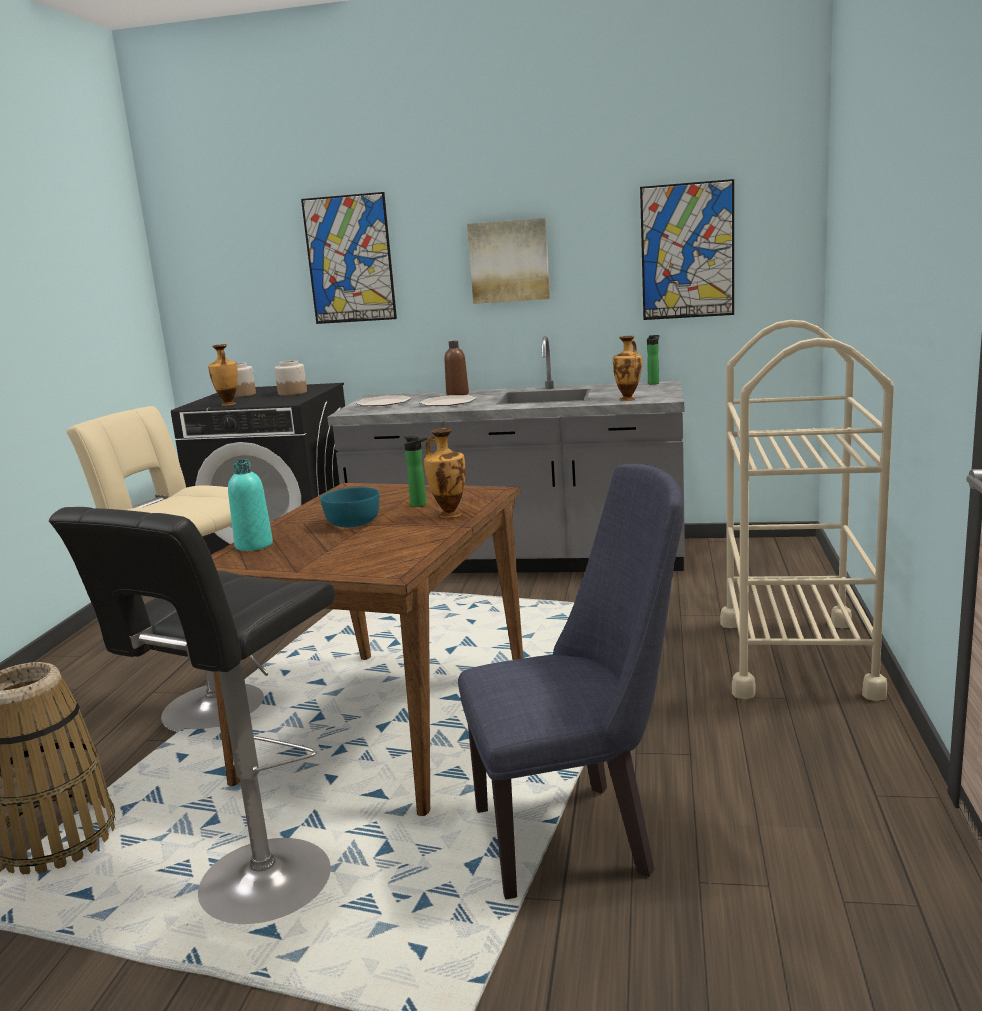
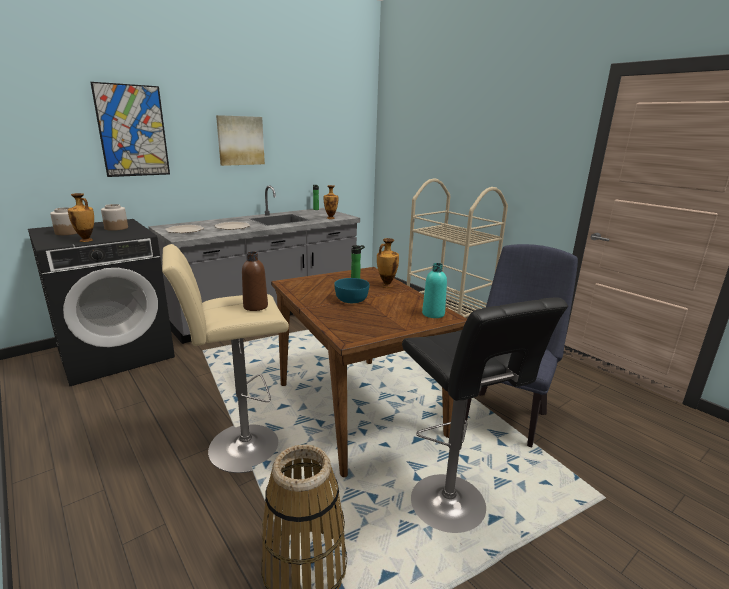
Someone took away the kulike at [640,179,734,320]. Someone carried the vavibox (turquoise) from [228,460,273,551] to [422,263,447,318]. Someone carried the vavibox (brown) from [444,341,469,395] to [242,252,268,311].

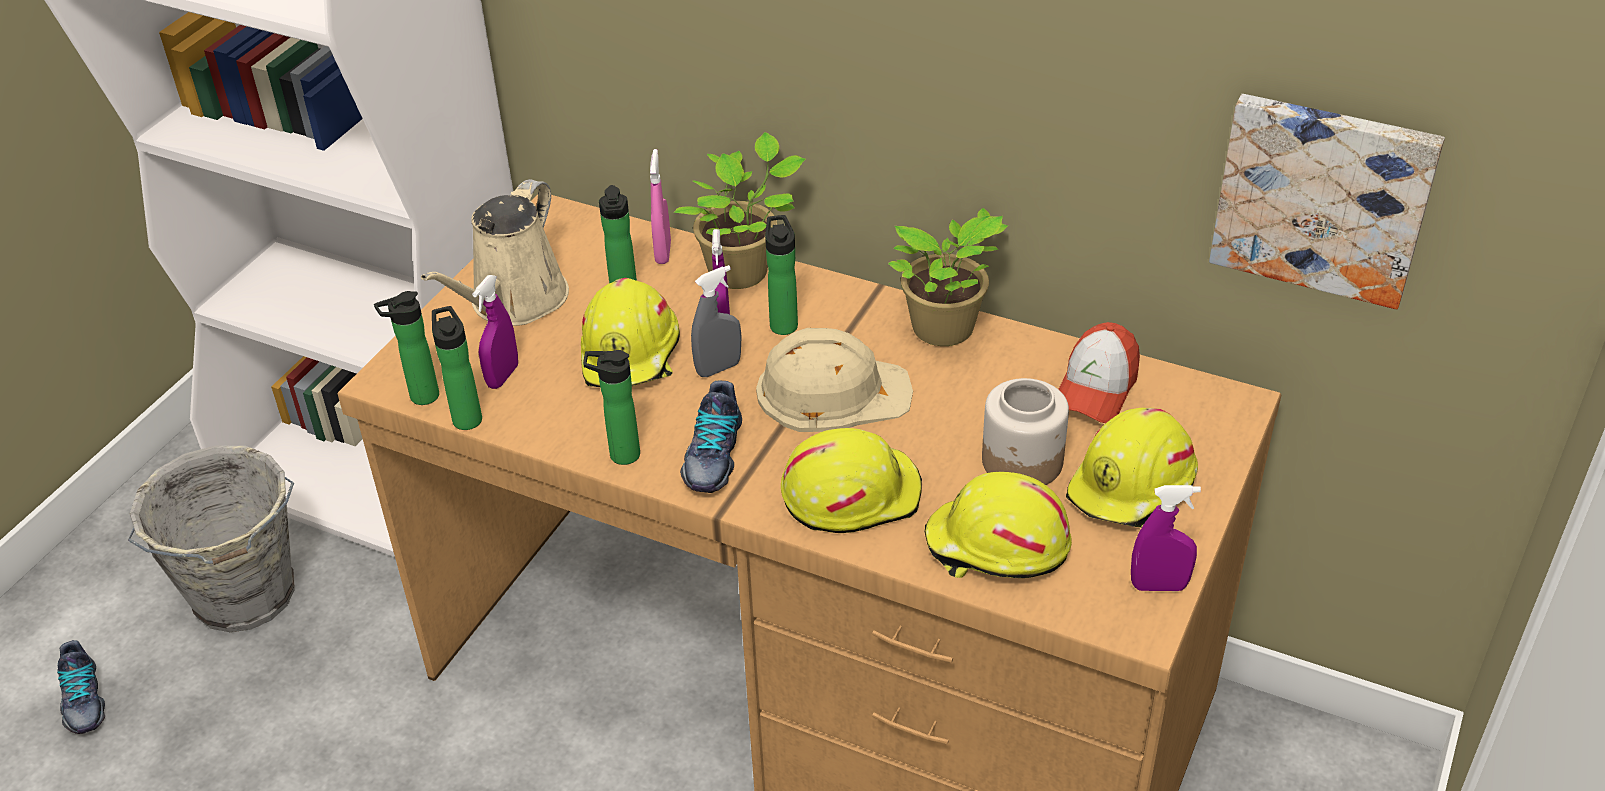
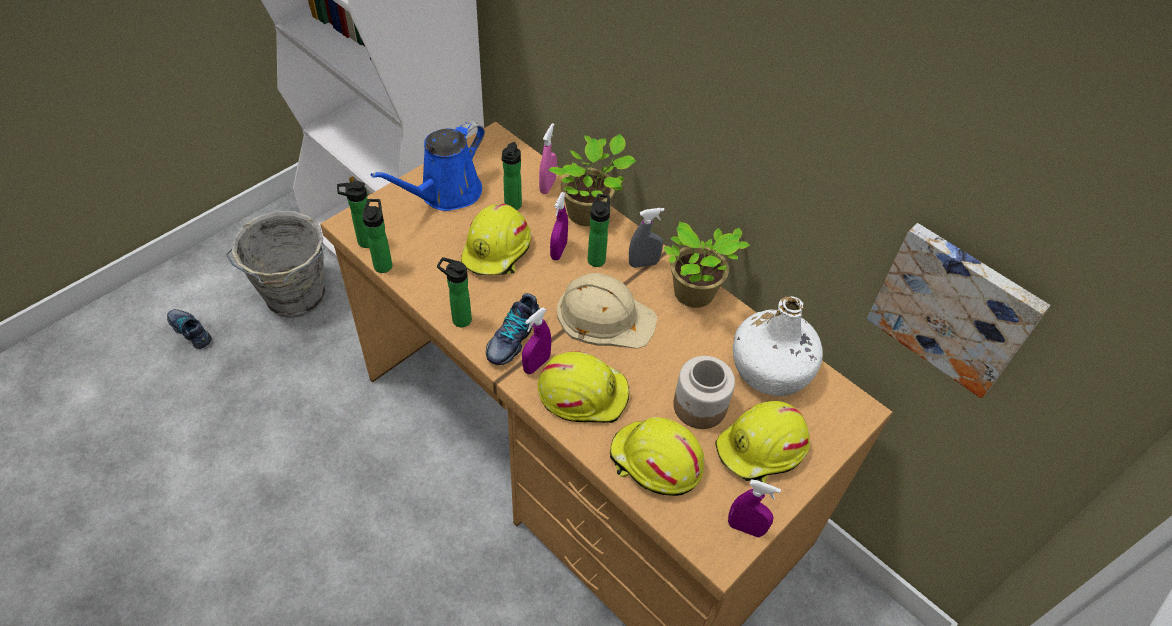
Someone carried the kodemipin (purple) from [472,275,518,389] to [522,308,551,374]. Someone carried the kodemipin (grey) from [691,265,742,377] to [629,208,665,268]. Someone swapped the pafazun at [1058,322,1140,423] for the vavibox (white) at [733,296,823,396]. Someone repainted the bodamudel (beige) at [421,179,569,326], which became the bodamudel (blue) at [370,121,485,211]. Someone rotated the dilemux at [57,640,105,734] by 135 degrees clockwise.

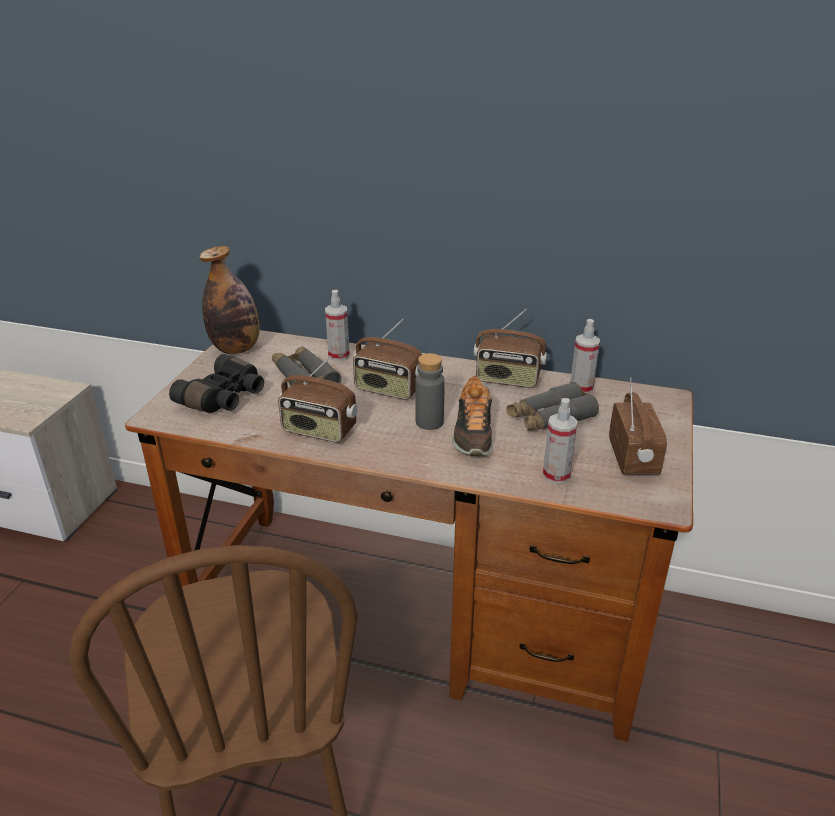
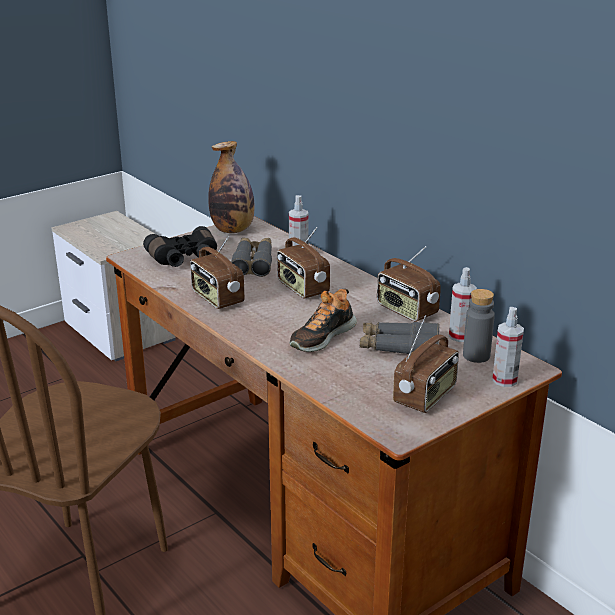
Someone carried the vavibox (grey) from [415,353,445,430] to [463,289,495,363]. Someone carried the kodemipin from [543,398,578,484] to [492,307,524,387].

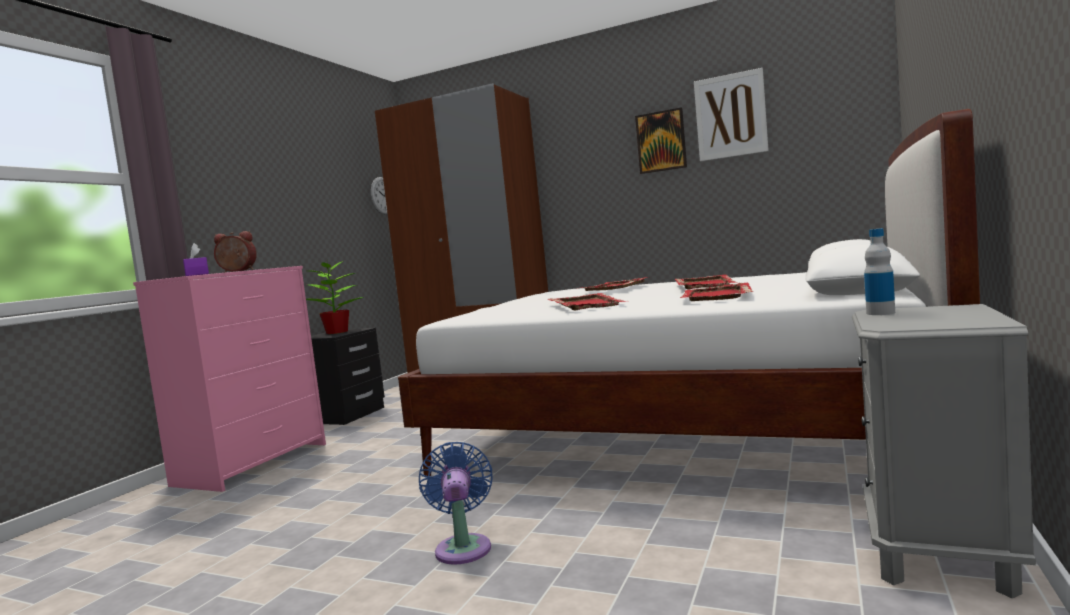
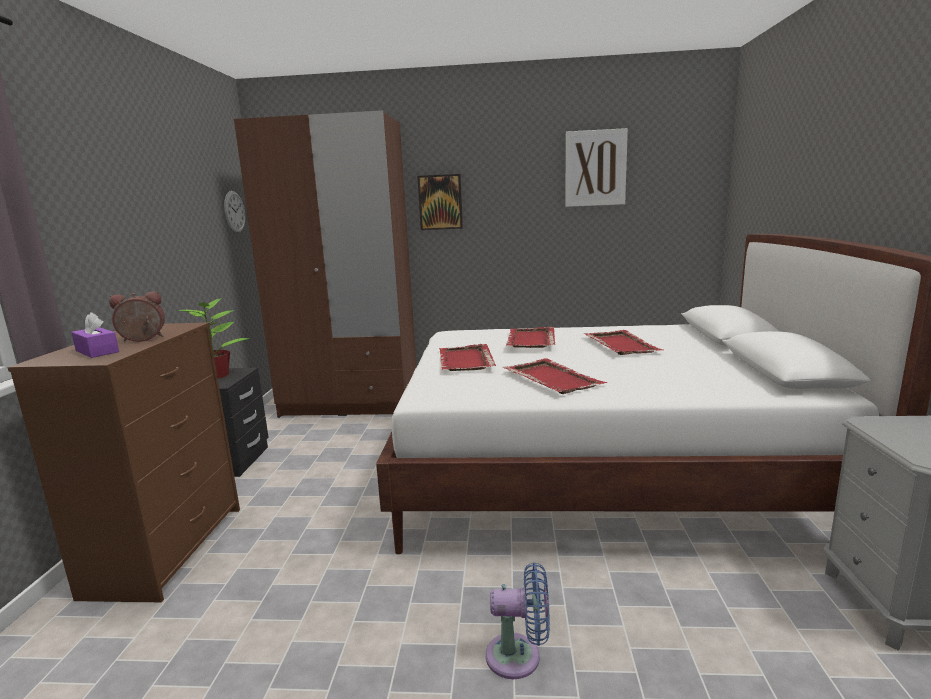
Someone took away the vavibox at [864,228,895,315]. Someone carried the kulike from [635,107,687,174] to [417,174,463,230]. Someone carried the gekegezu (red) from [680,283,753,301] to [439,344,496,371]. Someone repainted the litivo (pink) at [133,266,326,492], which became the litivo (brown) at [7,322,240,602]. Someone rotated the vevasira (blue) at [419,442,493,565] by 120 degrees clockwise.

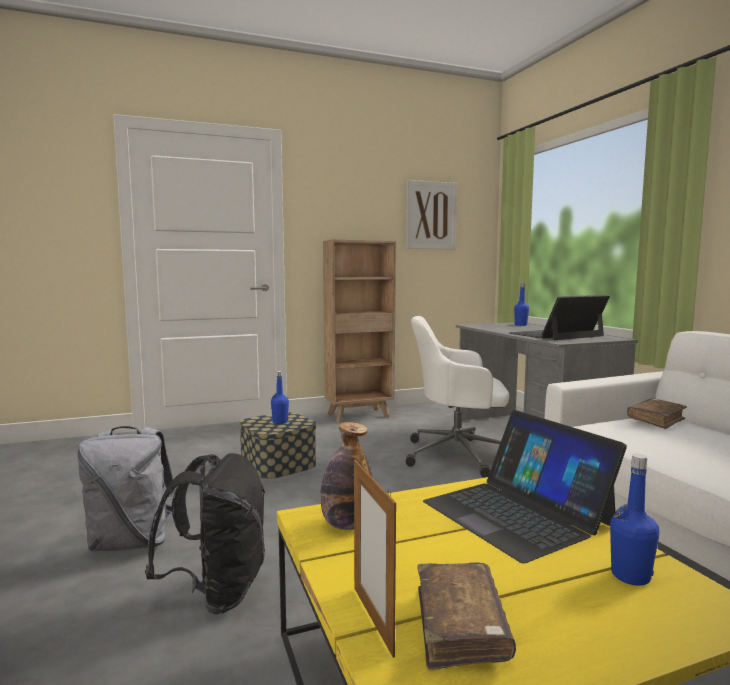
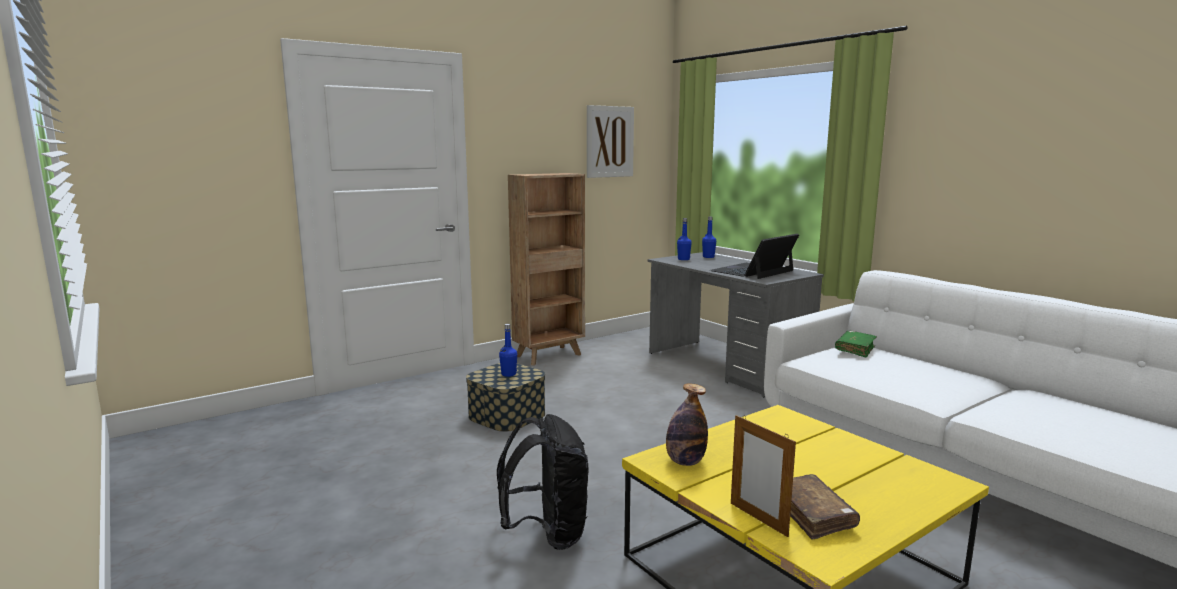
Someone took away the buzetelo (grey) at [77,426,176,551]. Someone took away the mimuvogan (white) at [406,316,509,478]. Someone took away the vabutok at [423,410,627,563]. Someone carried the vavibox (blue) from [610,454,659,586] to [677,218,692,260]. Someone repainted the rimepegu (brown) at [627,398,687,429], which became the rimepegu (green) at [835,331,877,358].

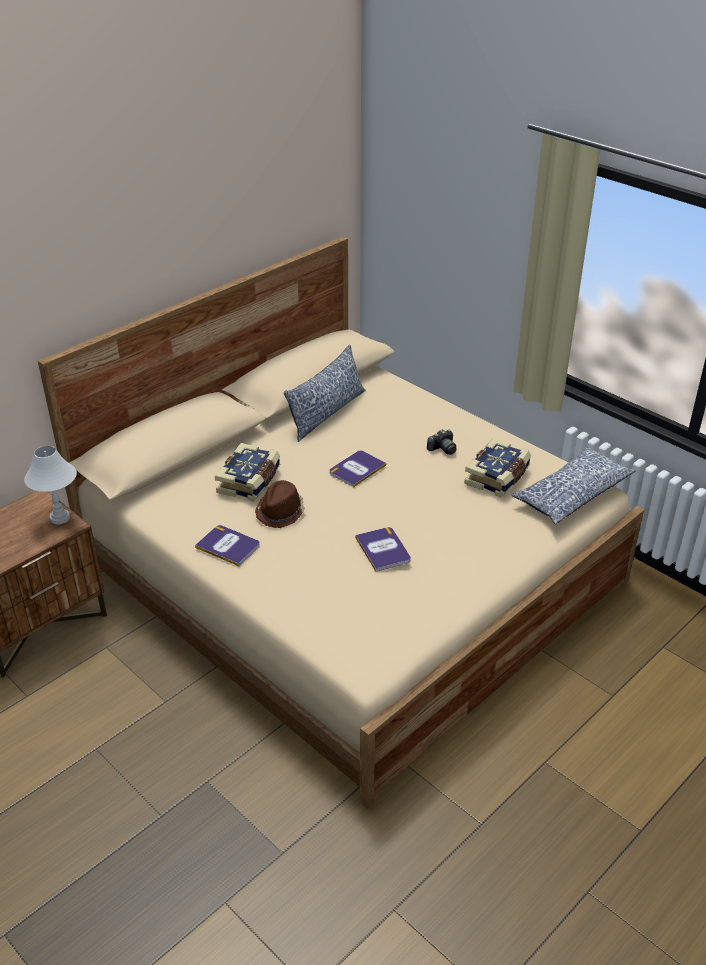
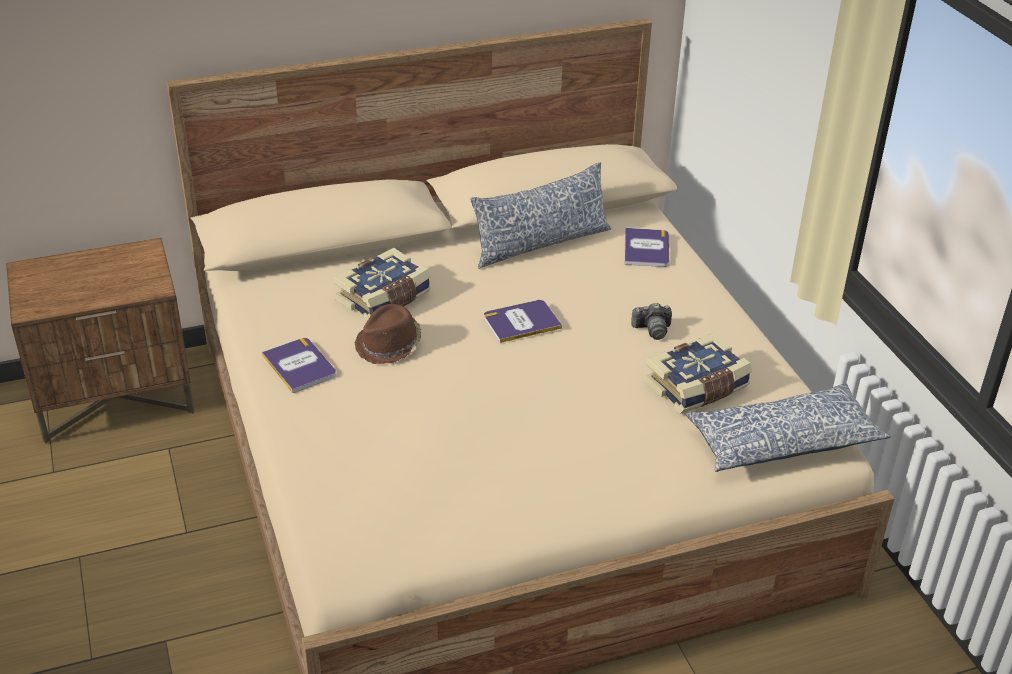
Someone took away the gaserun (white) at [24,445,77,524]. Someone carried the rimepegu from [355,527,411,572] to [624,228,669,267].

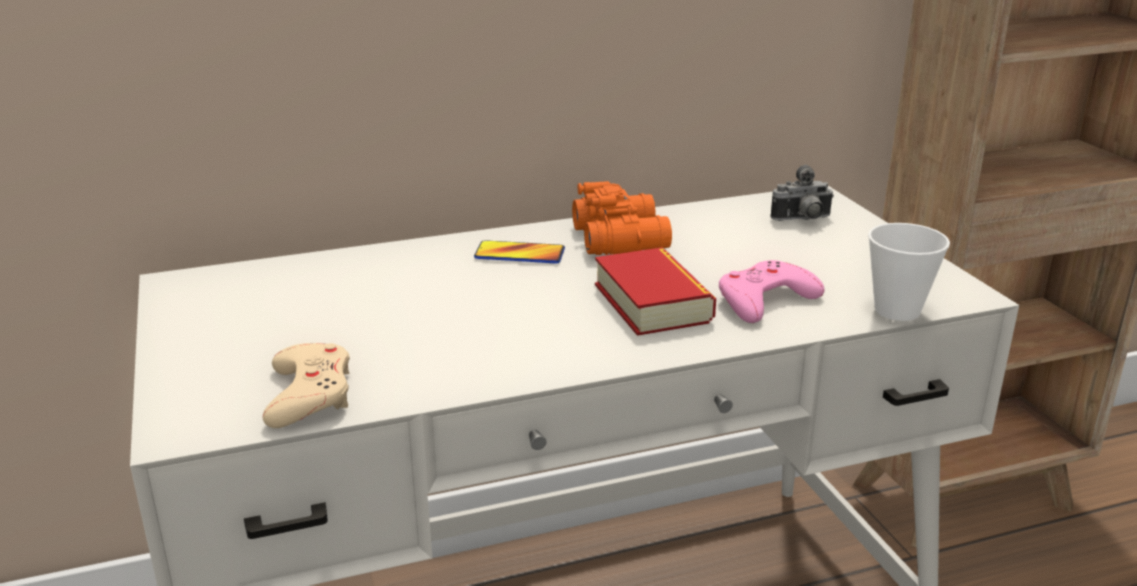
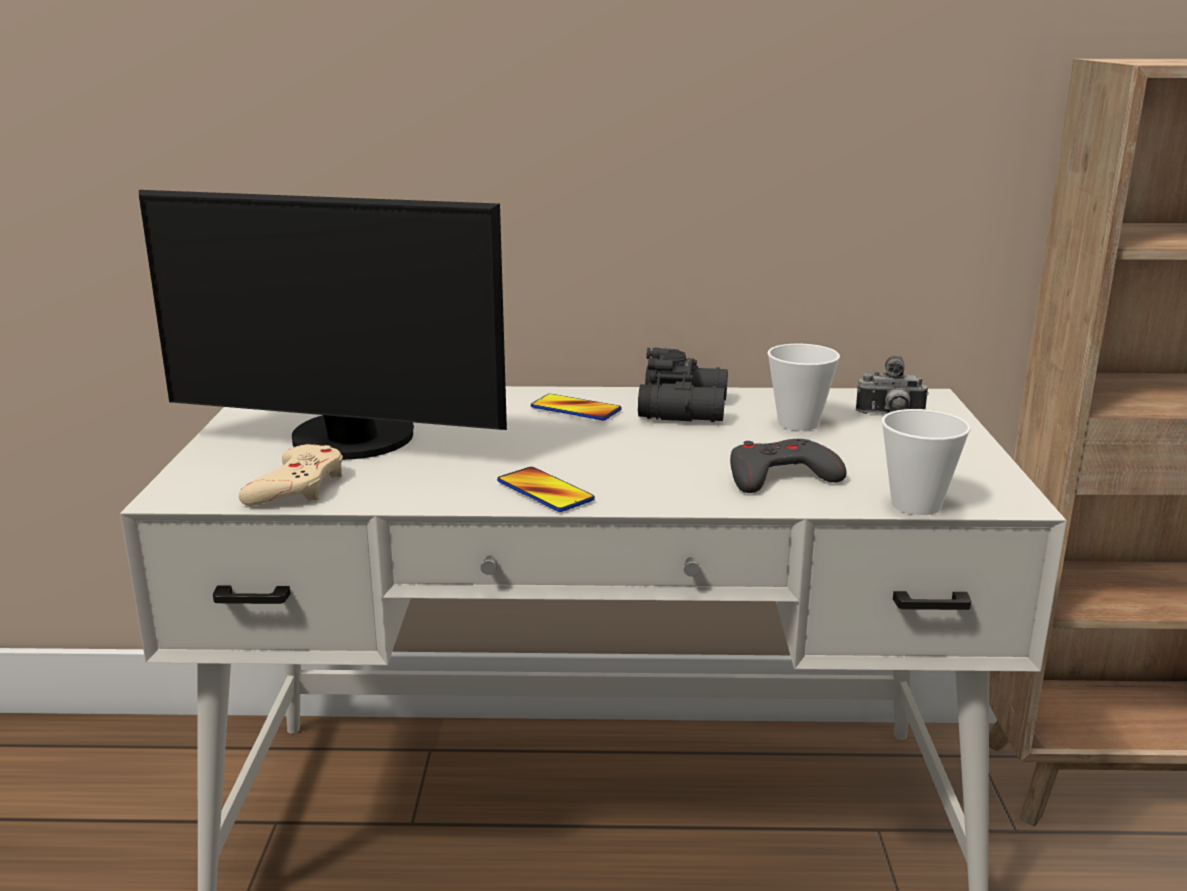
Someone took away the rimepegu at [595,247,716,336]. Someone put down the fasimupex at [139,190,507,460]. Someone put down the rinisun at [497,467,595,512]. Someone put down the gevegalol at [767,344,840,431]. Someone repainted the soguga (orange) at [572,181,672,255], which became the soguga (black) at [638,347,728,422]. Someone repainted the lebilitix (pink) at [719,260,825,323], which became the lebilitix (grey) at [730,439,846,493].

